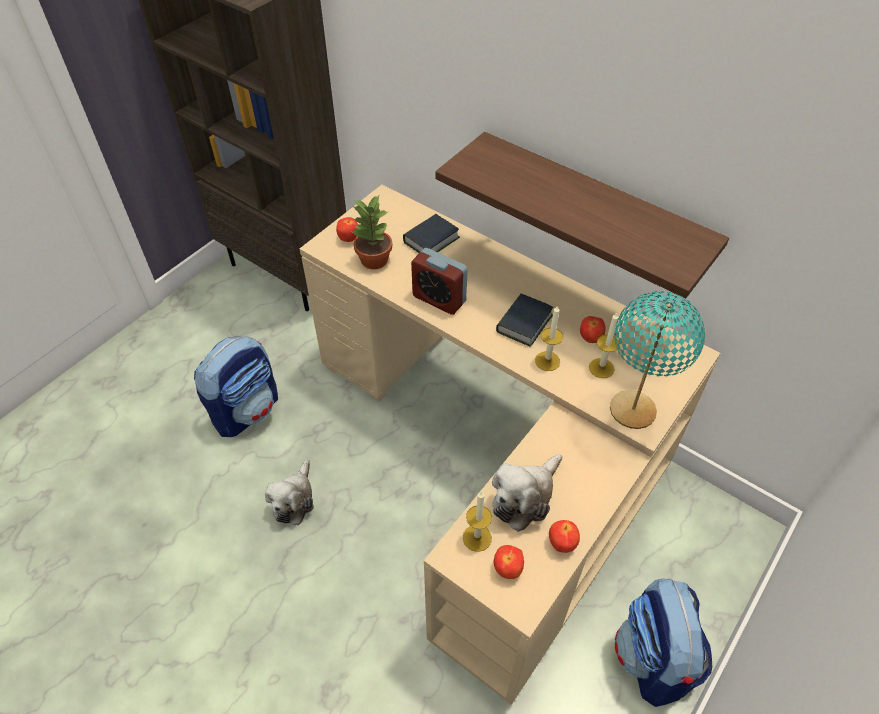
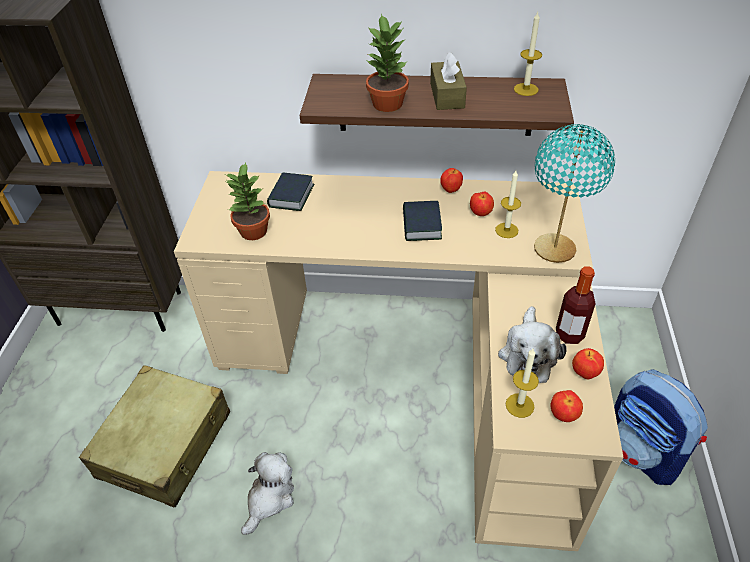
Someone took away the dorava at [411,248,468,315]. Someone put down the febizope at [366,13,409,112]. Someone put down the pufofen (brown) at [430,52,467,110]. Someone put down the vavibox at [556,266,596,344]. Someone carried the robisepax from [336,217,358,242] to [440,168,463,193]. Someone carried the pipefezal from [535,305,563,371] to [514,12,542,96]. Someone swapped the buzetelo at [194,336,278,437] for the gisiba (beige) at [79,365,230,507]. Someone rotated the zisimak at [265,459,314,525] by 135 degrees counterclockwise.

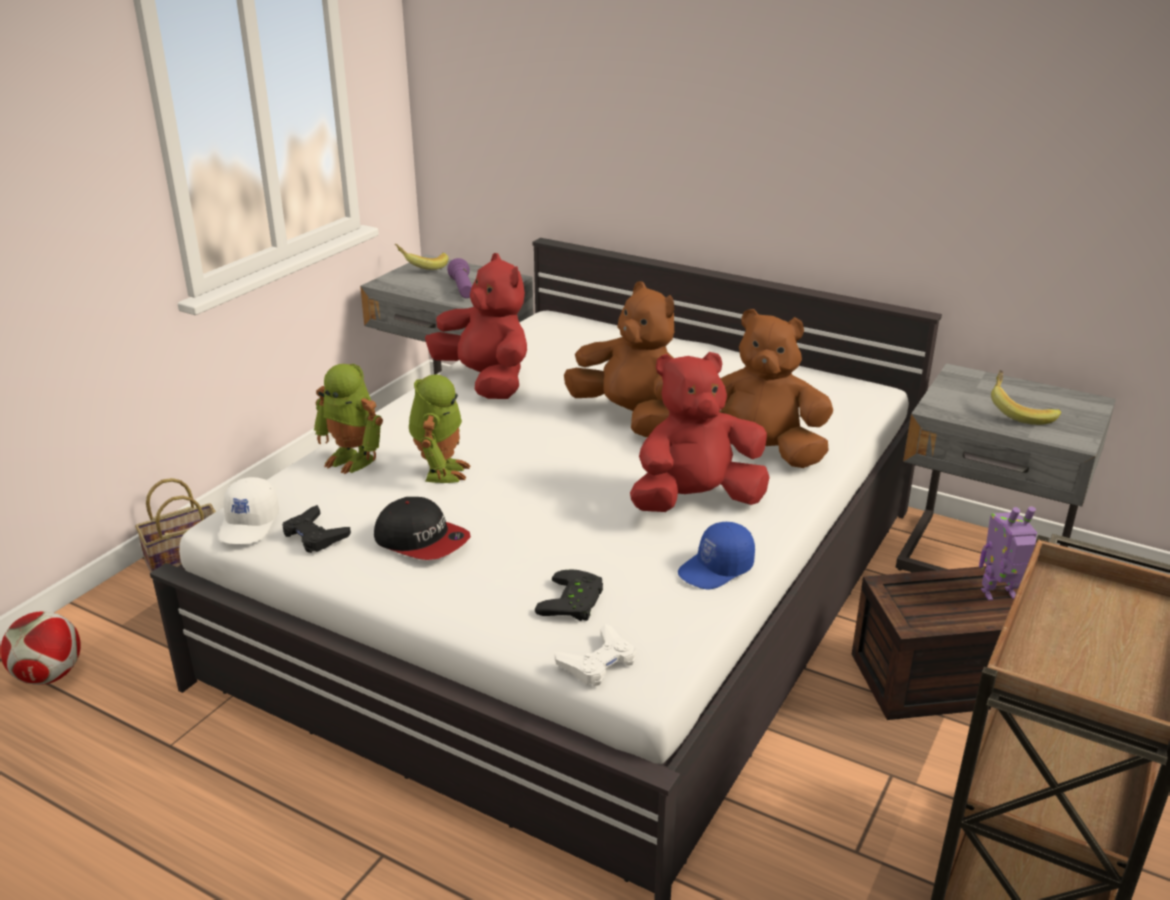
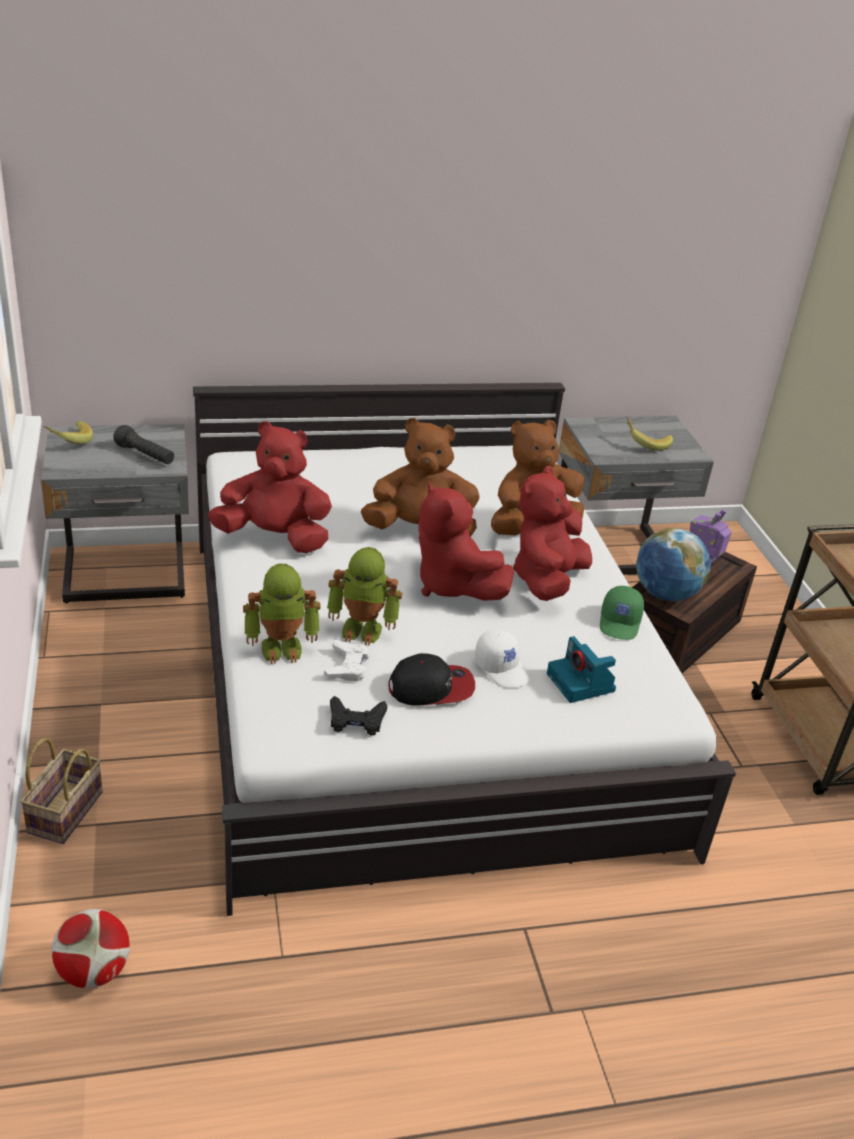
Someone put down the zisimak (red) at [418,482,514,601]. Someone put down the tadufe at [636,528,711,601]. Someone carried the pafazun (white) from [218,477,279,544] to [475,629,530,688]. Someone carried the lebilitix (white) from [555,624,636,686] to [324,640,370,682]. Someone swapped the lebilitix (black) at [535,569,603,621] for the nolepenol at [547,636,616,703]. Someone repainted the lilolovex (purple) at [447,258,472,298], which became the lilolovex (black) at [113,425,174,464]. Someone repainted the pafazun (blue) at [678,522,755,590], which became the pafazun (green) at [600,586,644,640]. Someone rotated the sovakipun at [409,375,471,483] by 135 degrees clockwise.

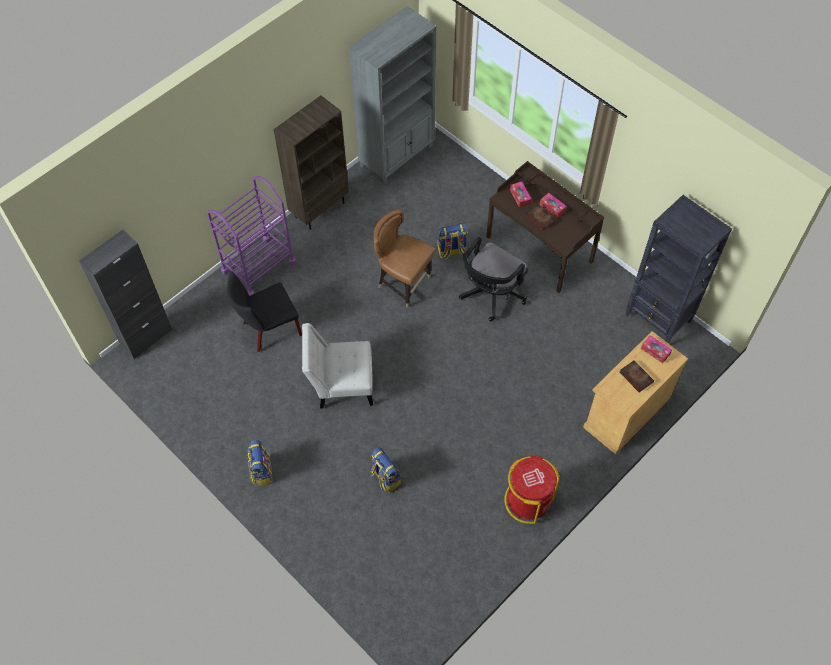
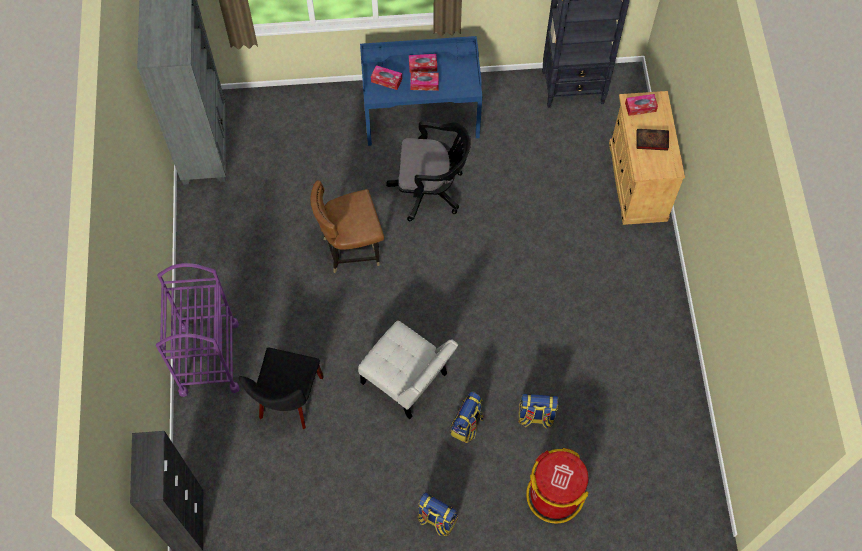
Someone took away the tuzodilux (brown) at [274,95,349,230]. Someone carried the buzetelo from [438,223,467,259] to [451,392,484,443]. Someone carried the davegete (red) from [504,455,560,524] to [526,448,589,524]. Someone swapped the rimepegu at [526,204,557,231] for the pufofen at [410,72,439,91]. Someone repainted the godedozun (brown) at [486,161,604,293], which became the godedozun (blue) at [360,36,482,146]. Someone rotated the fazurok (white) at [302,323,373,409] by 90 degrees counterclockwise. Someone rotated the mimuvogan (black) at [459,237,528,321] by 75 degrees counterclockwise.

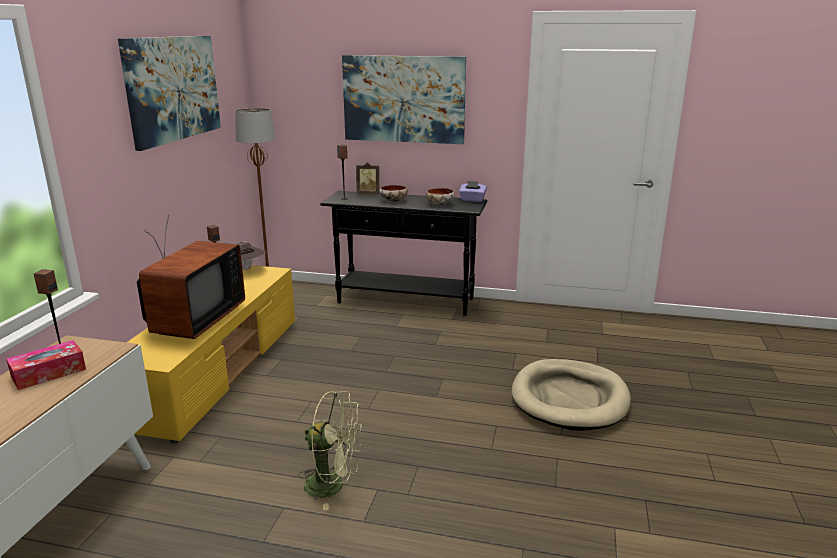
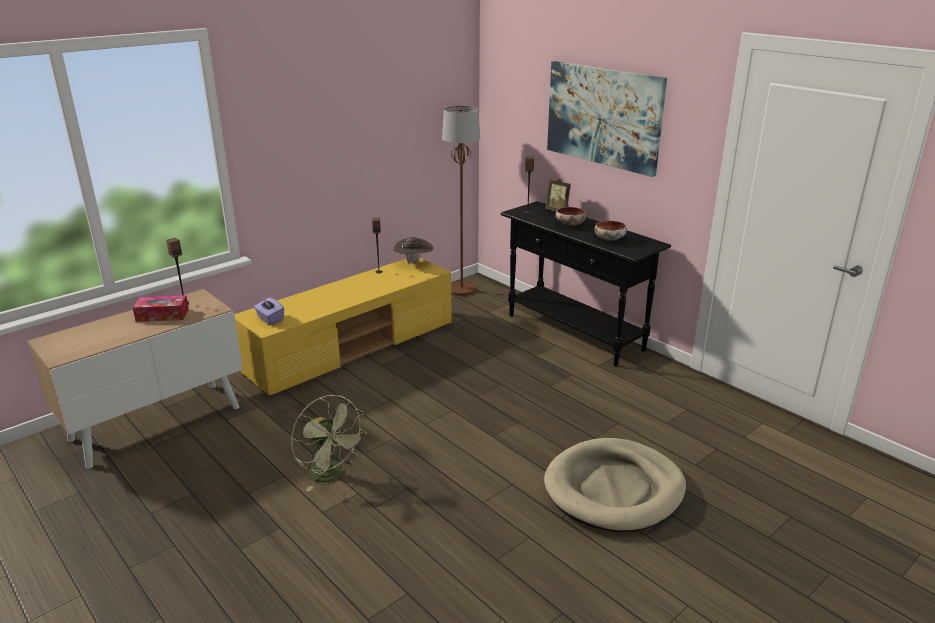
Someone took away the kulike at [118,36,221,151]. Someone took away the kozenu at [137,214,245,339]. Someone carried the pufofen (purple) from [459,181,487,202] to [254,297,284,325].

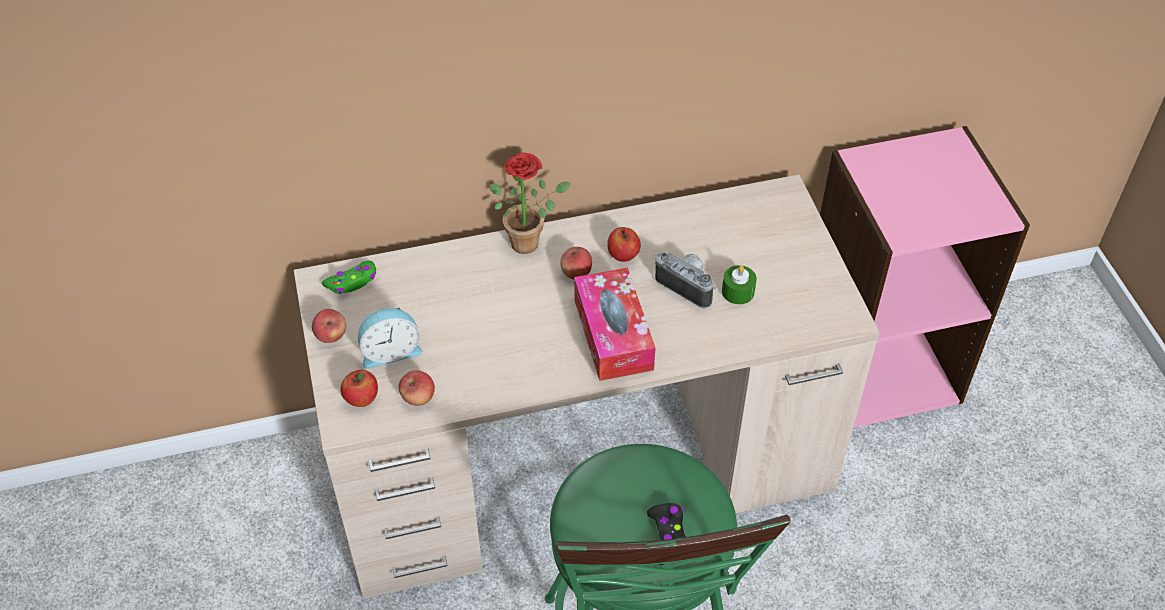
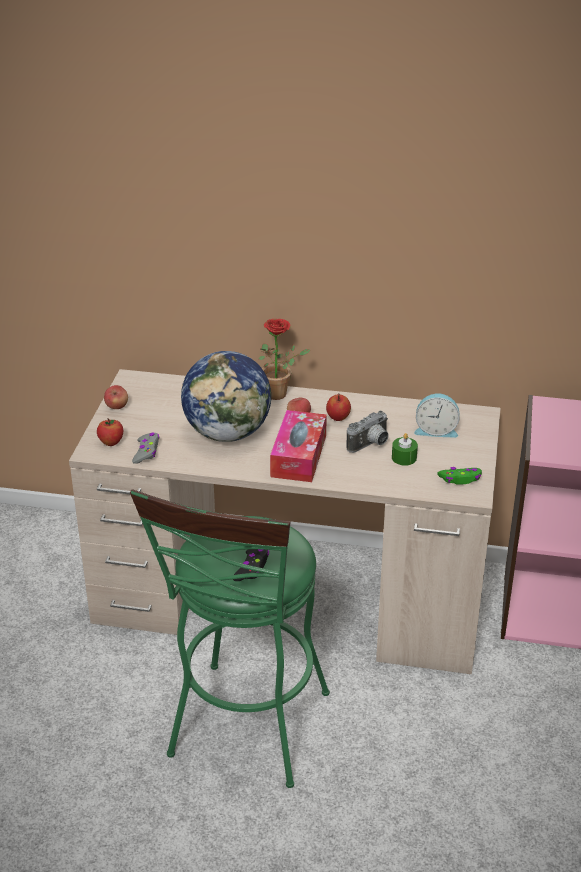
Someone put down the tadufe at [181,351,271,442]. Someone carried the lebilitix (green) from [322,260,376,294] to [437,467,482,485]. Someone carried the dorava from [358,308,422,369] to [414,393,460,438]. Someone swapped the robisepax at [399,370,435,406] for the lebilitix (grey) at [132,433,159,464]. Someone rotated the nolepenol at [655,253,716,308] by 75 degrees clockwise.

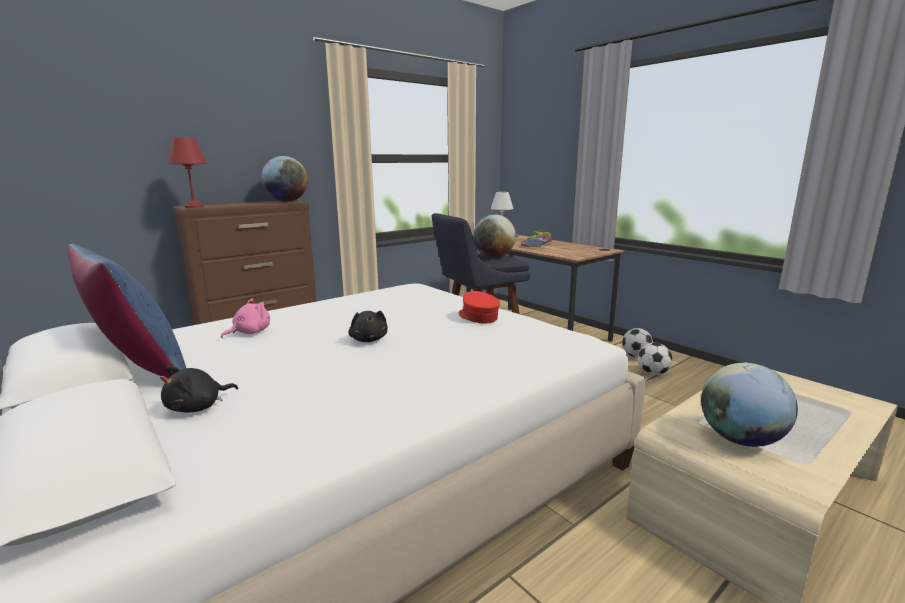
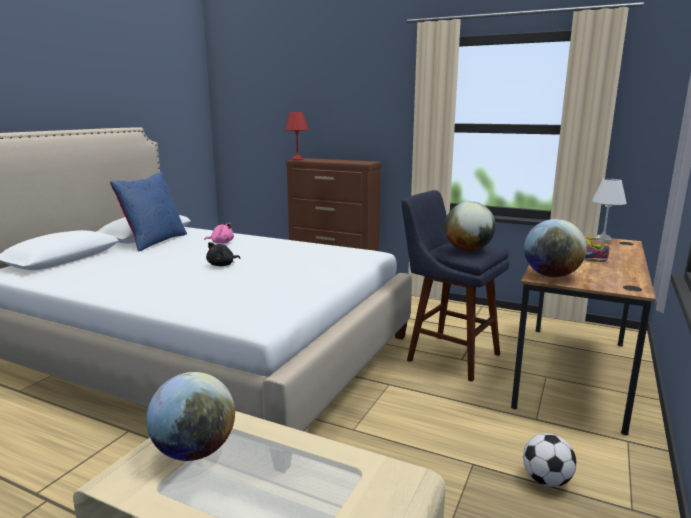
Someone took away the zisimak (black) at [160,366,238,413]. Someone took away the pafazun (red) at [459,291,500,324]. Someone took away the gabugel at [622,328,653,358]. Someone carried the tadufe from [261,156,308,202] to [524,219,587,277].

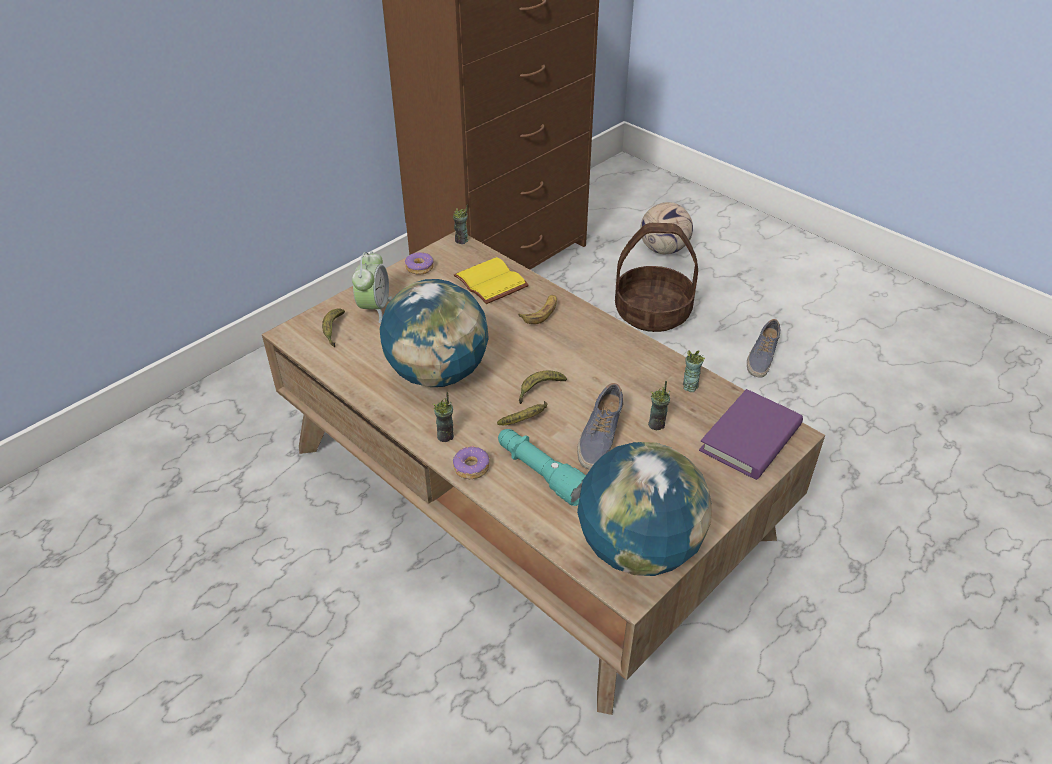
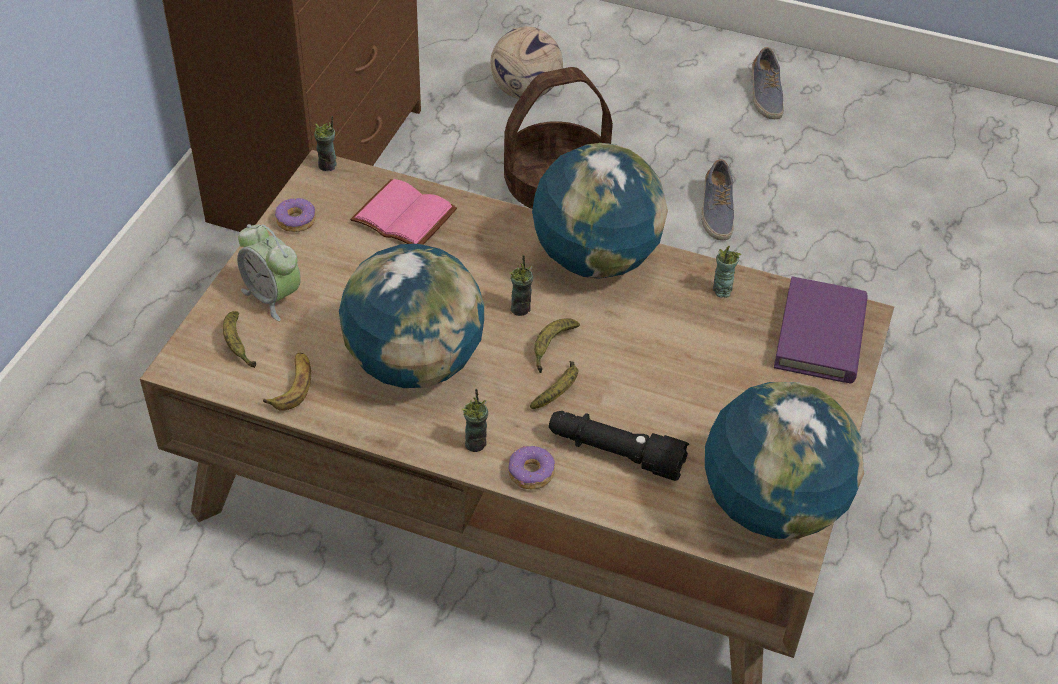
Someone put down the tadufe at [532,143,668,279]. Someone carried the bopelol from [518,295,557,324] to [263,353,311,411]. Someone carried the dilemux from [577,383,624,470] to [752,47,784,119]. Someone carried the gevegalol from [648,381,671,430] to [509,255,533,316]. Someone repainted the rimepegu (yellow) at [454,257,529,304], which became the rimepegu (pink) at [350,179,457,245]. Someone repainted the lilolovex (turquoise) at [498,429,586,506], which became the lilolovex (black) at [549,411,689,481]. Someone rotated the dorava at [352,251,392,323] by 150 degrees clockwise.

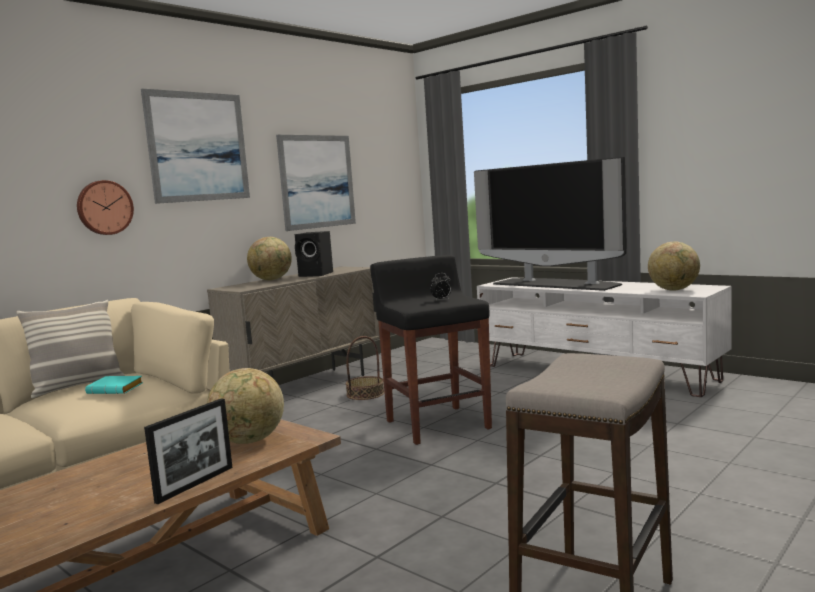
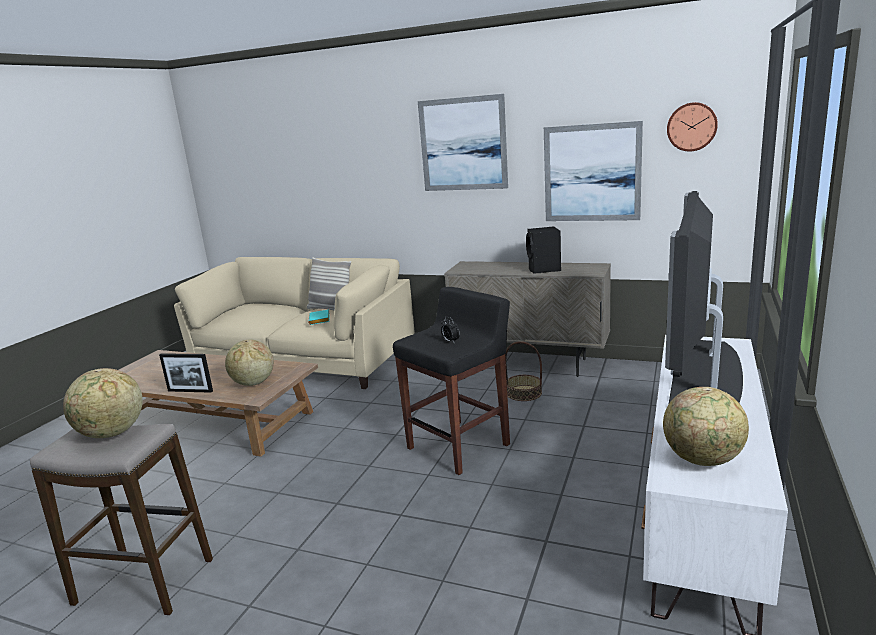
Someone carried the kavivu from [77,180,134,235] to [667,102,718,152]. Someone carried the tadufe from [247,237,292,280] to [63,368,143,438].

